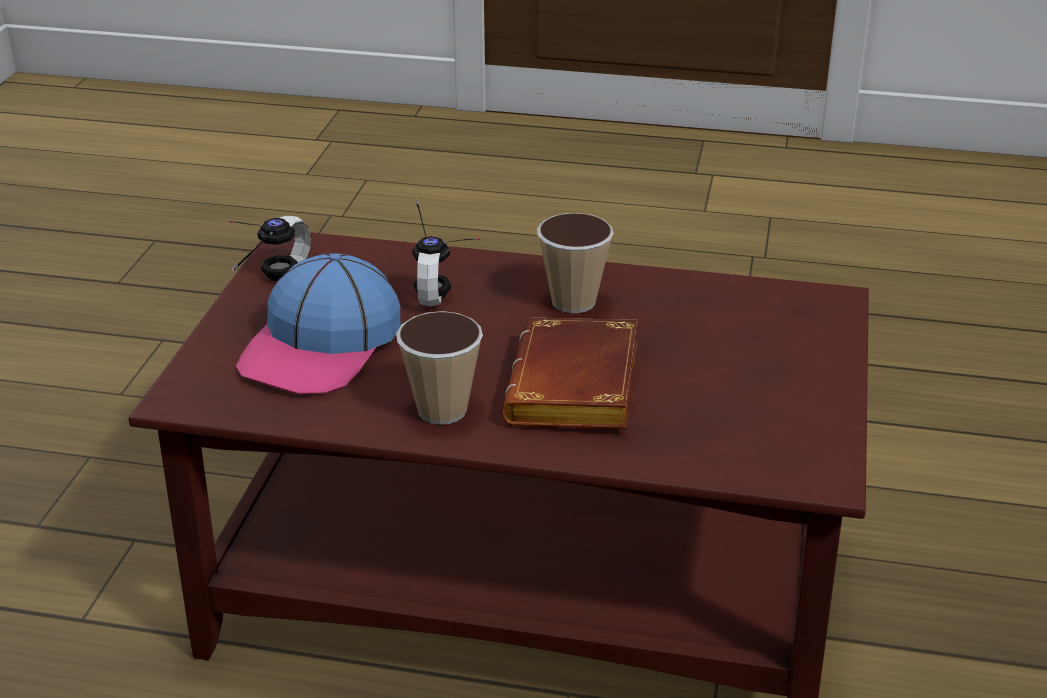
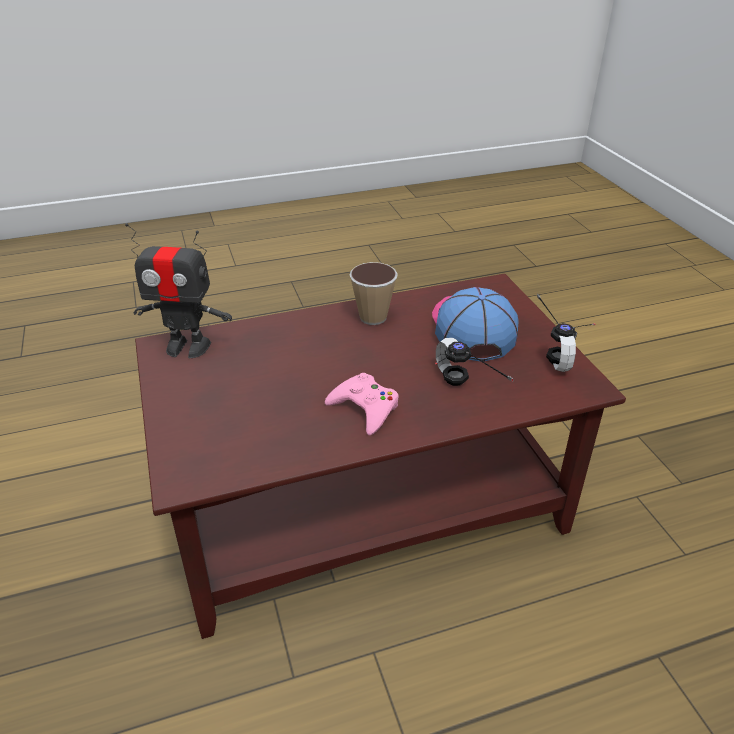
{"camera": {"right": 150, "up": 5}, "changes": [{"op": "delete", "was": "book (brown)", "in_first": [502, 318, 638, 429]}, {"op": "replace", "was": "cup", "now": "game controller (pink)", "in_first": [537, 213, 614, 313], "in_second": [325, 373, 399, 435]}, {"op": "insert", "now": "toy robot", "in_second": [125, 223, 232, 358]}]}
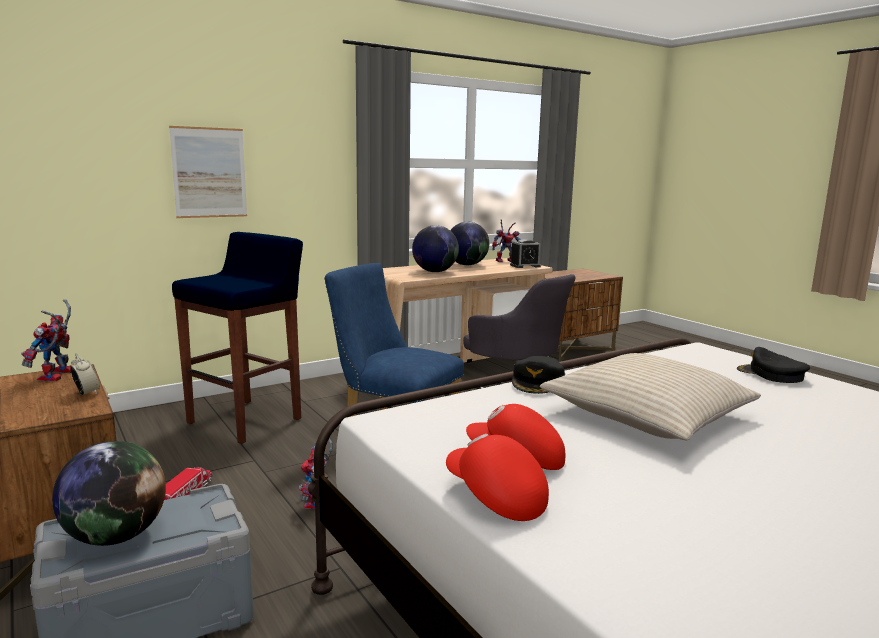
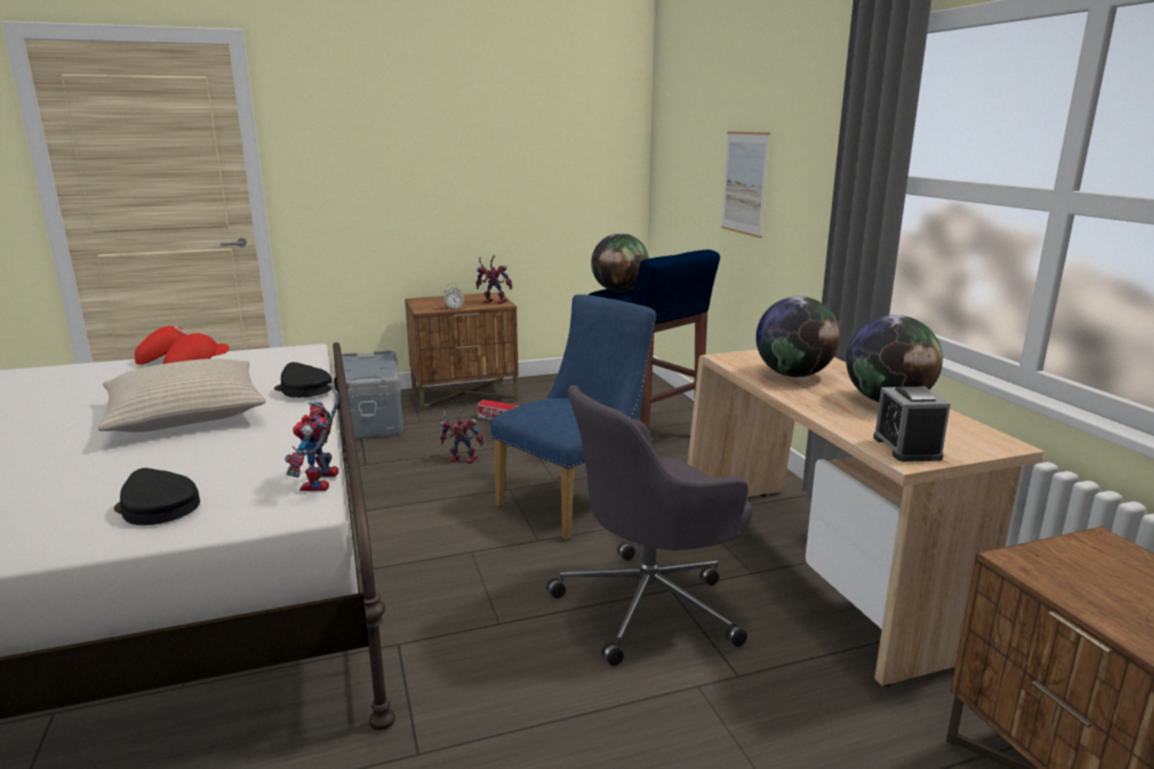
{"camera": {"right": 105, "up": 5}, "changes": [{"op": "move", "was": "globe", "in_first": [52, 441, 166, 546], "in_second": [591, 233, 649, 292]}, {"op": "move", "was": "toy robot", "in_first": [492, 219, 521, 262], "in_second": [285, 383, 339, 491]}, {"op": "rotate", "was": "cap (black)", "in_first": [736, 347, 810, 383], "in_second": [114, 468, 200, 525], "clockwise": -120}]}
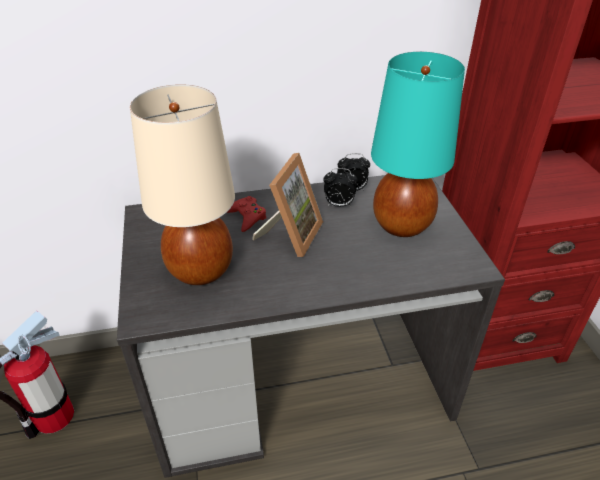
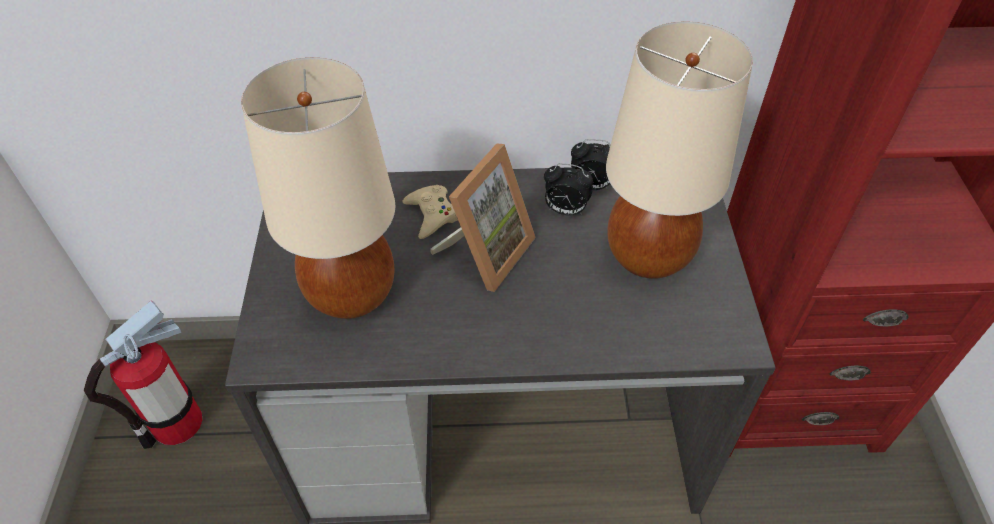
{"camera": {"right": 10, "up": 10}, "changes": [{"op": "recolor", "was": "game controller (red)", "now": "game controller (beige)", "in_first": [226, 196, 267, 232], "in_second": [402, 185, 458, 239]}, {"op": "recolor", "was": "table lamp (turquoise)", "now": "table lamp (beige)", "in_first": [371, 52, 465, 237], "in_second": [606, 21, 753, 279]}]}
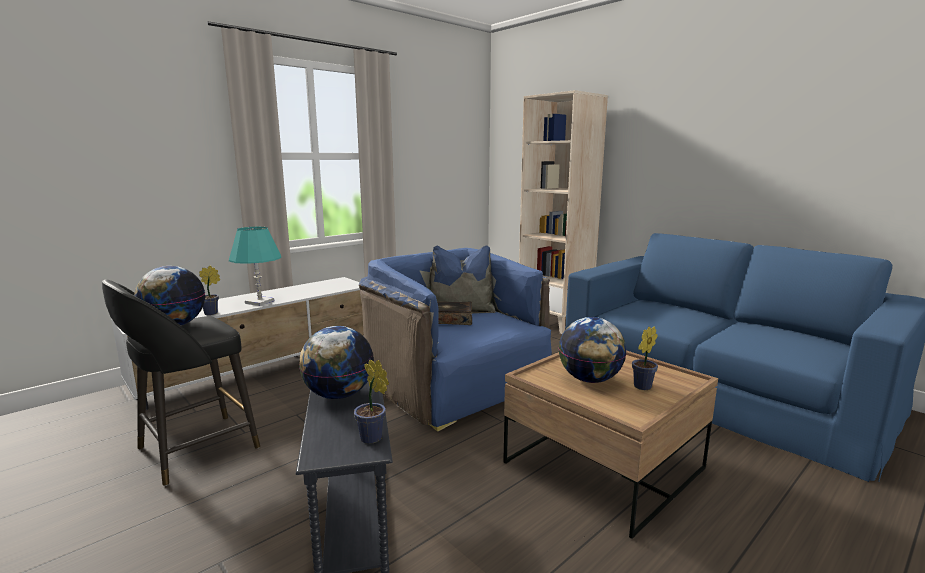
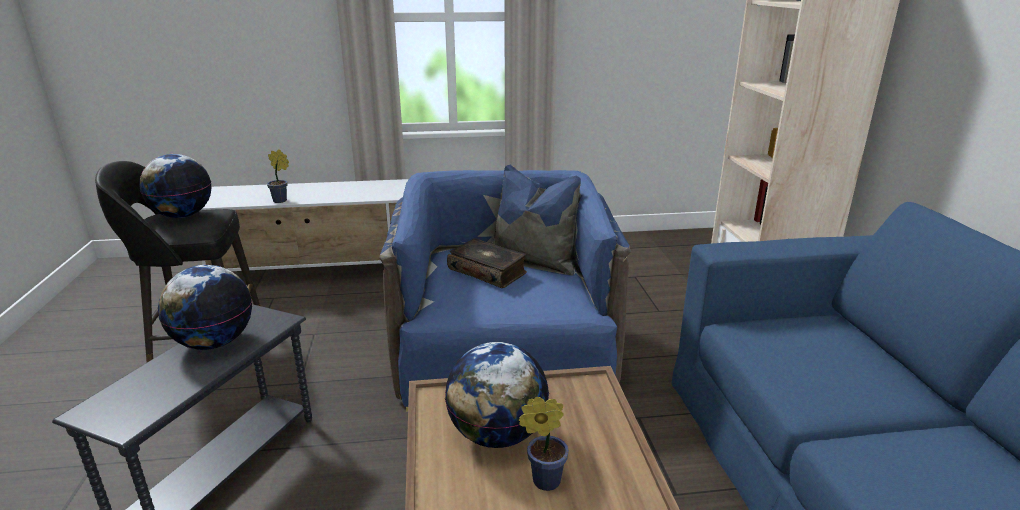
{"camera": {"right": 35, "up": 10}, "changes": [{"op": "delete", "was": "table lamp (turquoise)", "in_first": [229, 227, 281, 306]}, {"op": "delete", "was": "potted plant", "in_first": [354, 360, 389, 444]}]}
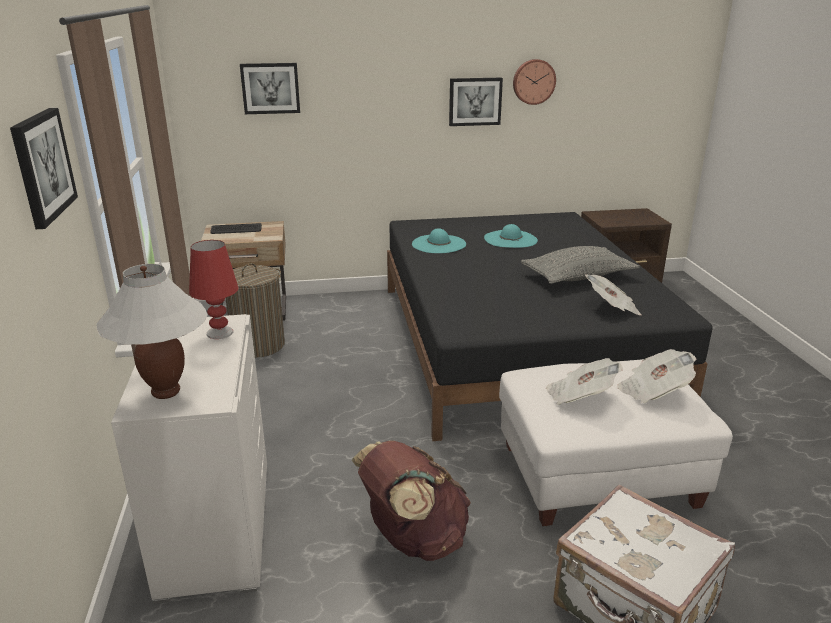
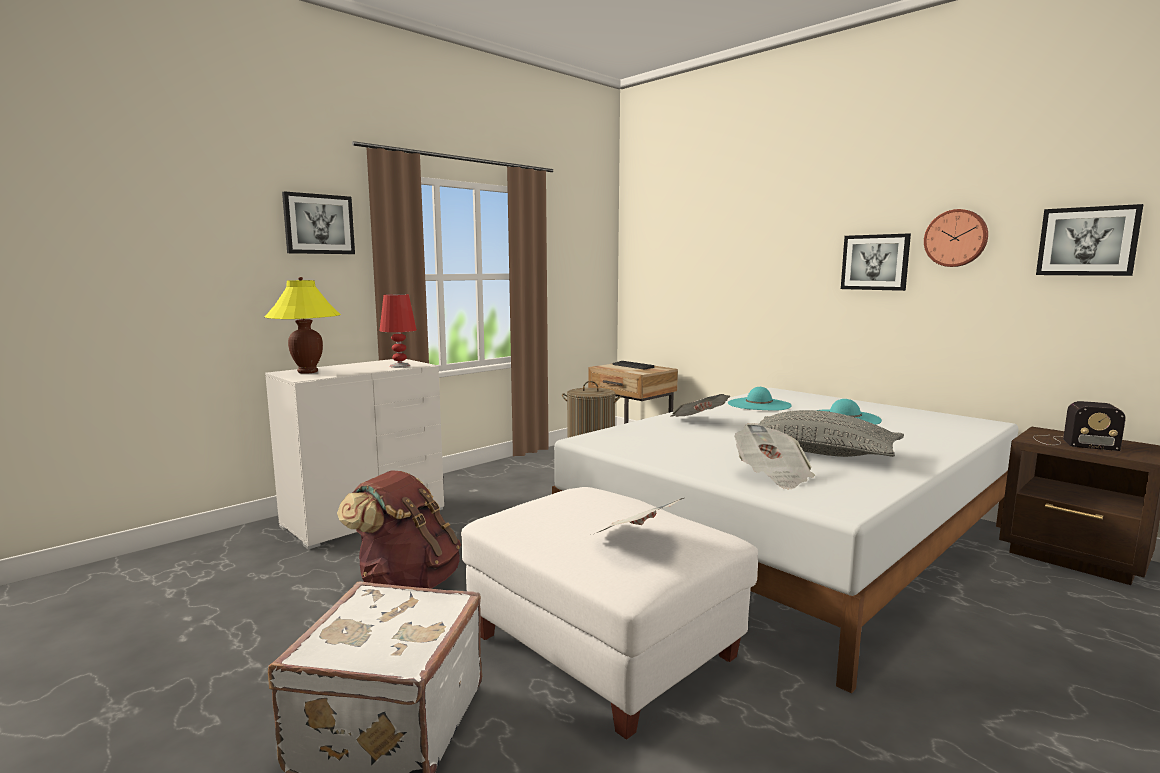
{"camera": {"right": 55, "up": -15}, "changes": [{"op": "recolor", "was": "table lamp (white)", "now": "table lamp (yellow)", "in_first": [96, 264, 208, 399], "in_second": [265, 277, 341, 374]}, {"op": "move", "was": "picture", "in_first": [240, 63, 300, 114], "in_second": [1036, 204, 1144, 276]}, {"op": "recolor", "was": "bed (black)", "now": "bed (white)", "in_first": [387, 212, 713, 441], "in_second": [552, 388, 1018, 693]}, {"op": "move", "was": "newspaper", "in_first": [546, 358, 623, 405], "in_second": [671, 394, 730, 417]}, {"op": "insert", "now": "radio", "in_second": [1033, 401, 1126, 451]}]}
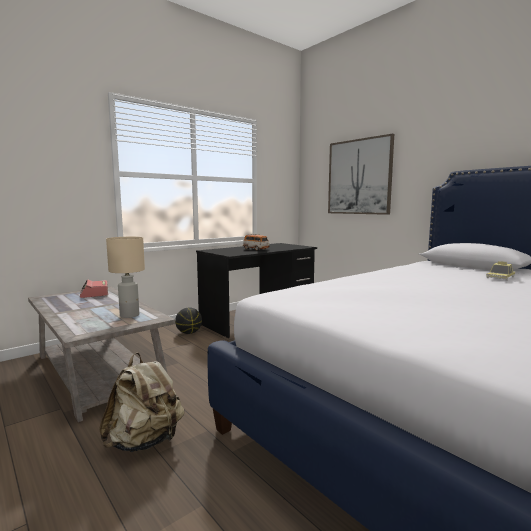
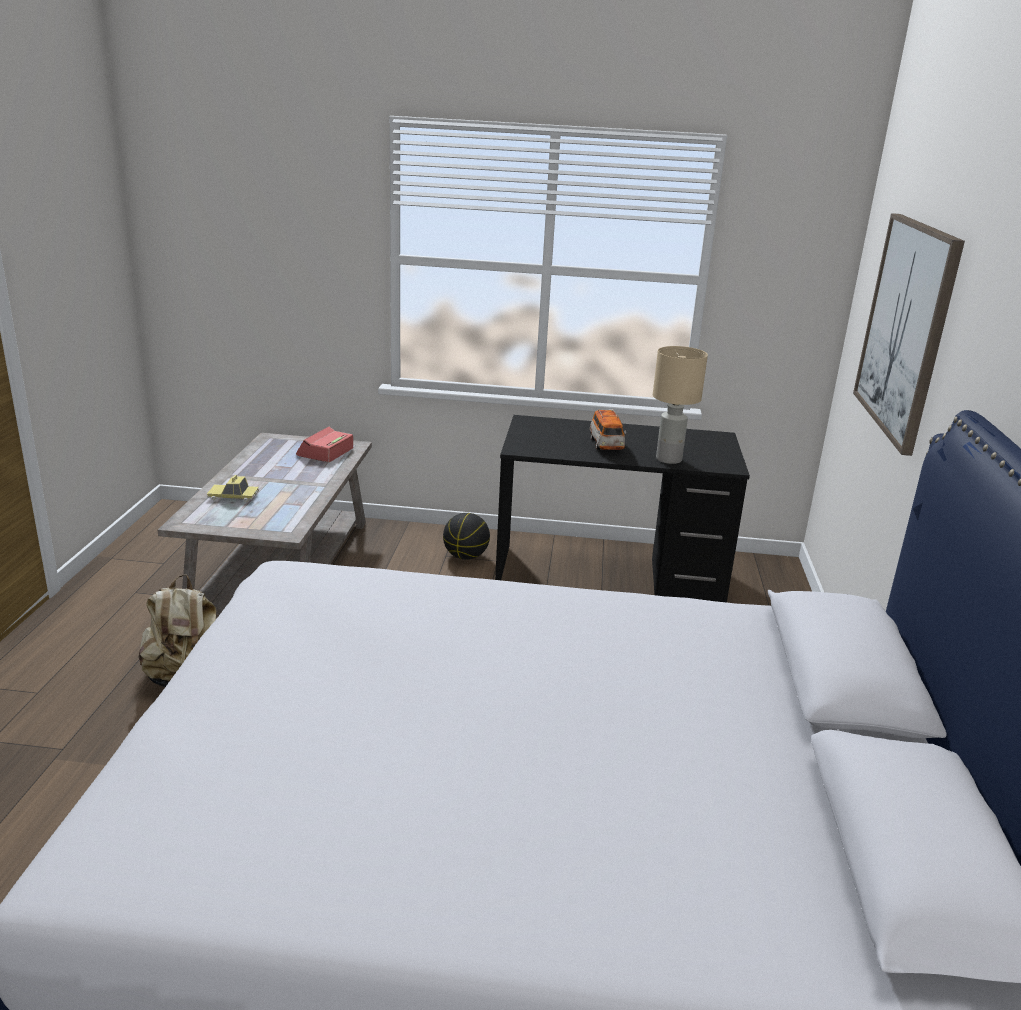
{"camera": {"right": 45, "up": 15}, "changes": [{"op": "move", "was": "table lamp (beige)", "in_first": [106, 237, 145, 318], "in_second": [653, 346, 708, 464]}, {"op": "move", "was": "toy car", "in_first": [486, 261, 515, 281], "in_second": [207, 475, 259, 502]}]}
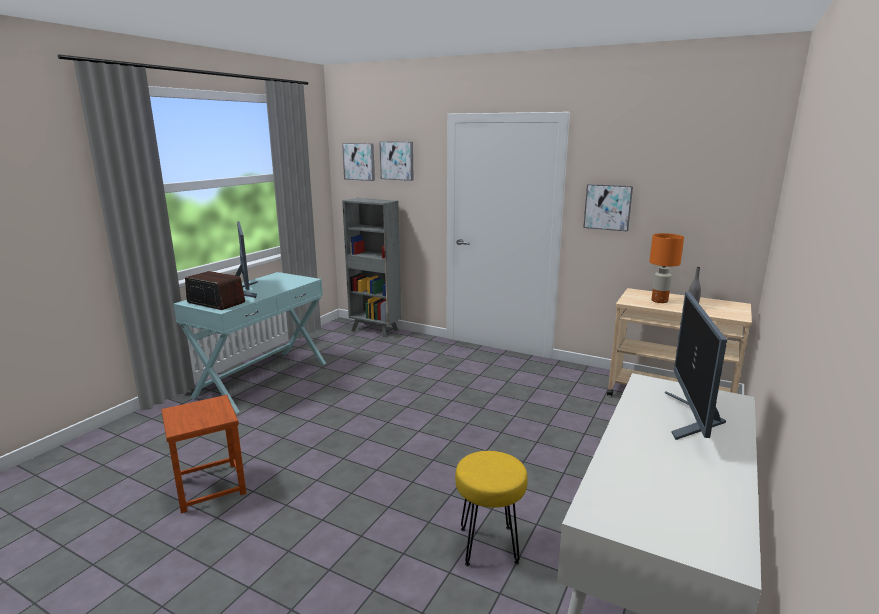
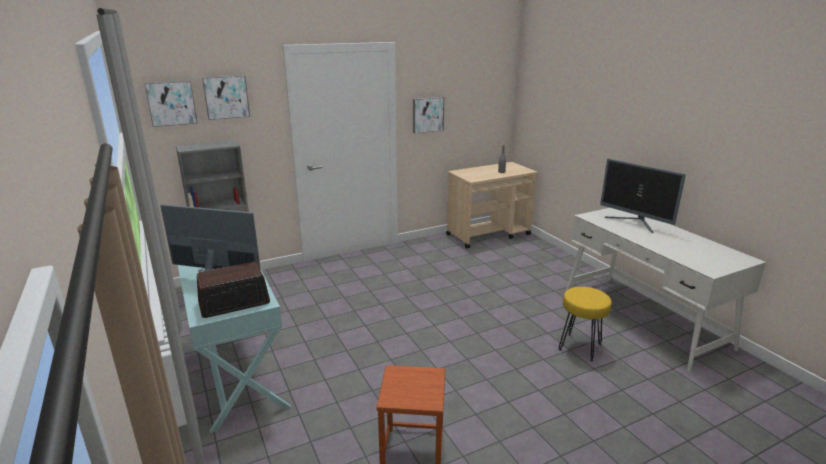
{"camera": {"right": -55, "up": 5}, "changes": [{"op": "delete", "was": "table lamp (orange)", "in_first": [649, 233, 684, 303]}]}
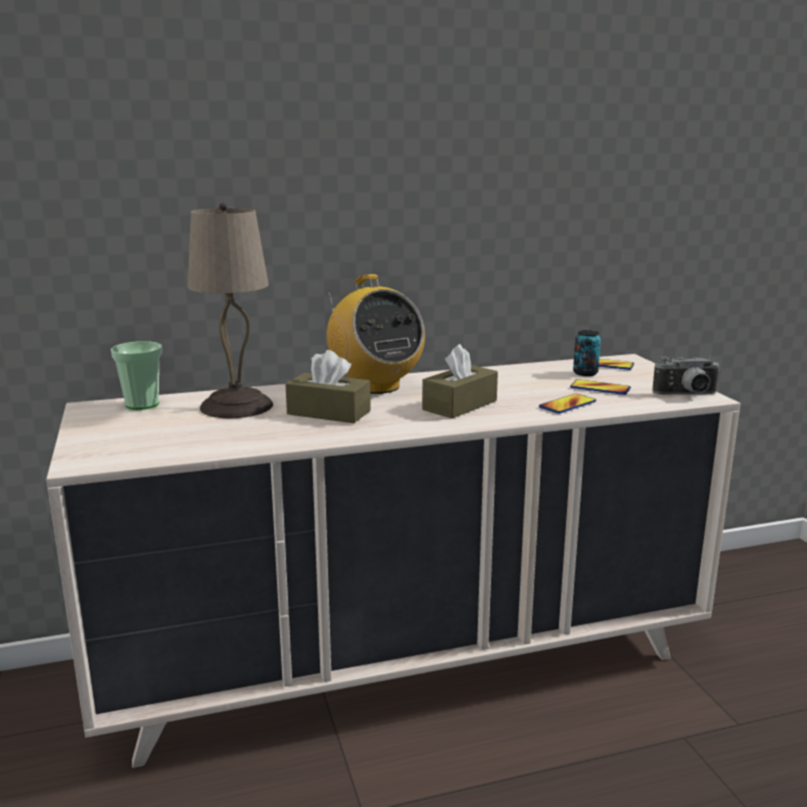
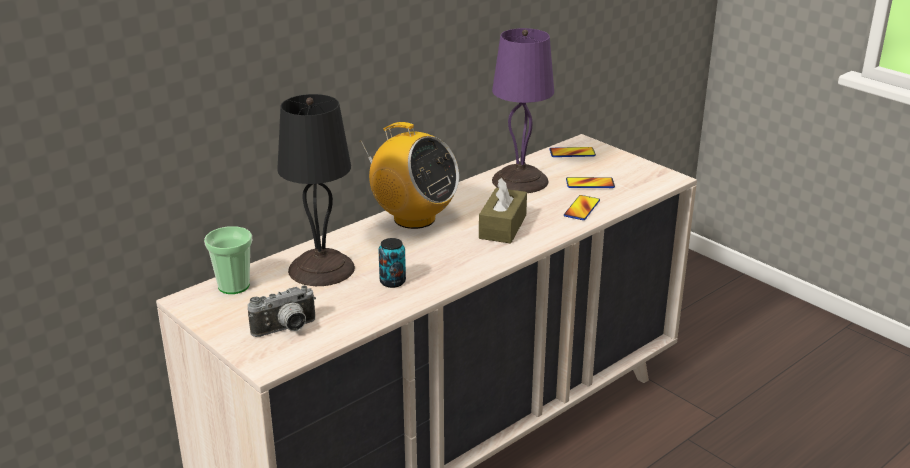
{"camera": {"right": -25, "up": 10}, "changes": [{"op": "recolor", "was": "table lamp (beige)", "now": "table lamp (black)", "in_first": [188, 203, 273, 418], "in_second": [277, 94, 355, 286]}, {"op": "delete", "was": "tissue box (brown)", "in_first": [285, 350, 371, 423]}, {"op": "move", "was": "can", "in_first": [573, 330, 601, 376], "in_second": [378, 238, 406, 288]}, {"op": "move", "was": "photo camera", "in_first": [652, 356, 721, 395], "in_second": [248, 285, 316, 337]}, {"op": "insert", "now": "table lamp (purple)", "in_second": [492, 28, 554, 193]}]}
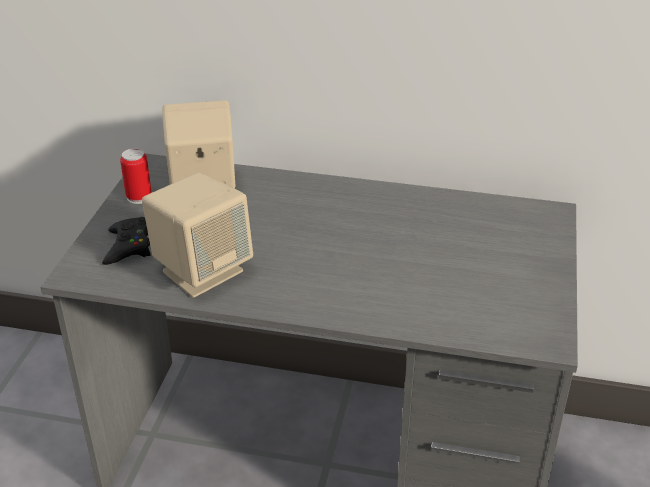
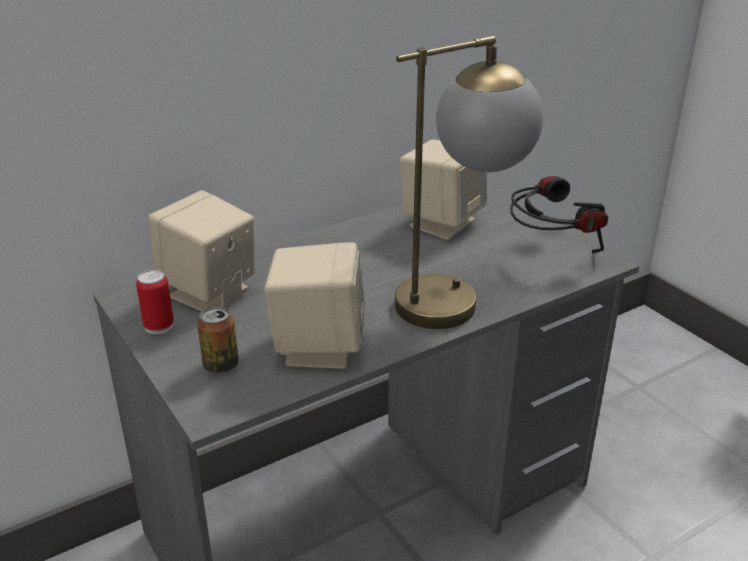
{"camera": {"right": -45, "up": -5}, "changes": [{"op": "replace", "was": "game controller (black)", "now": "can", "in_first": [102, 217, 151, 265], "in_second": [197, 306, 239, 373]}, {"op": "insert", "now": "table lamp", "in_second": [395, 36, 543, 329]}, {"op": "insert", "now": "speaker (beige)", "in_second": [399, 140, 487, 240]}, {"op": "insert", "now": "headphones", "in_second": [510, 176, 608, 254]}]}
